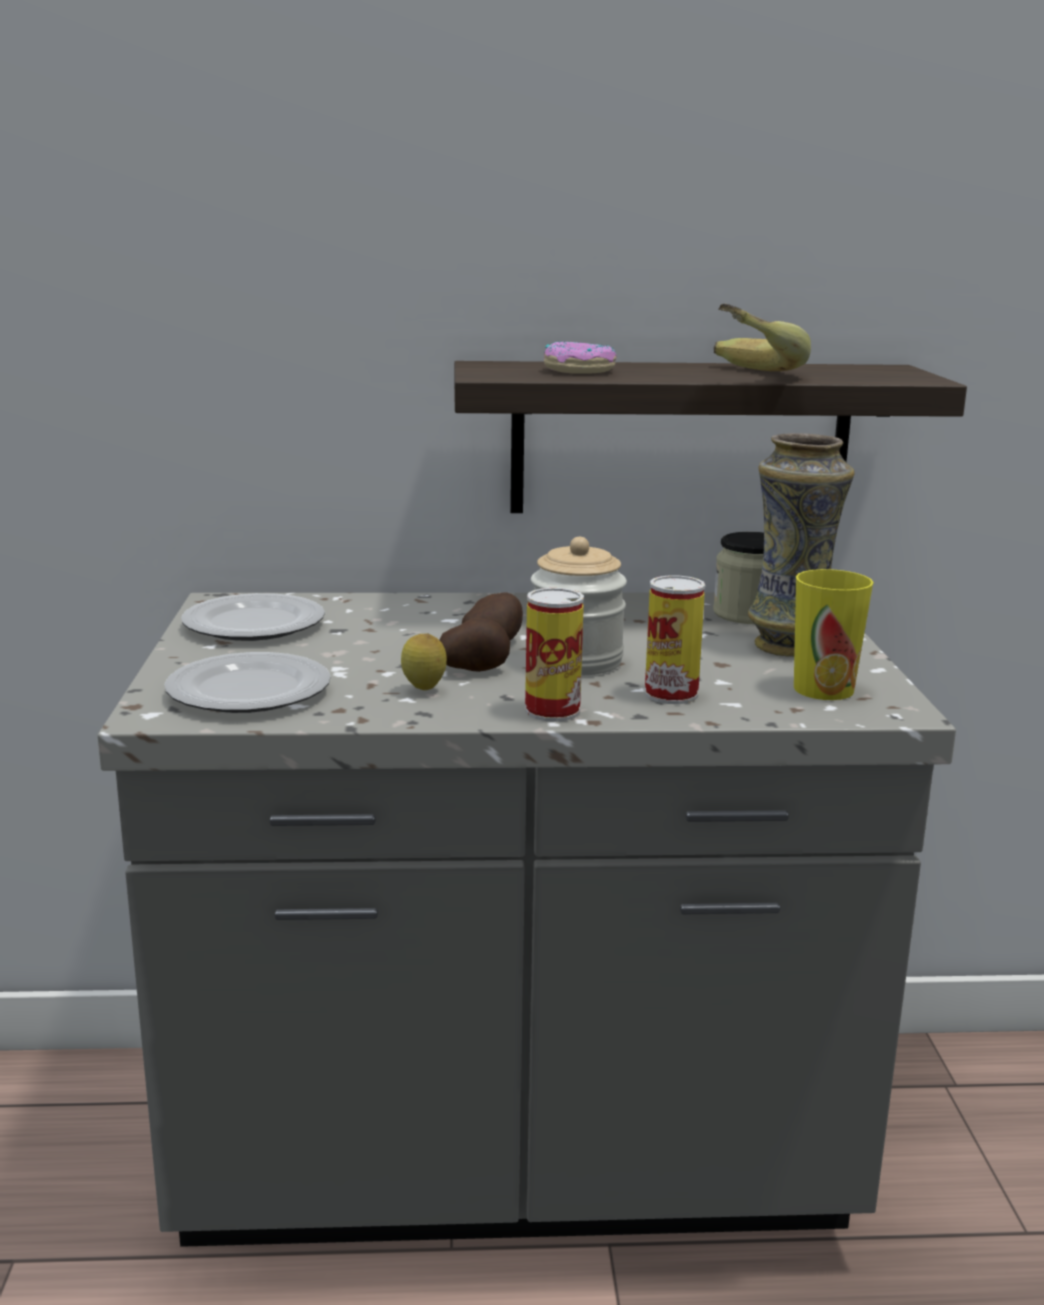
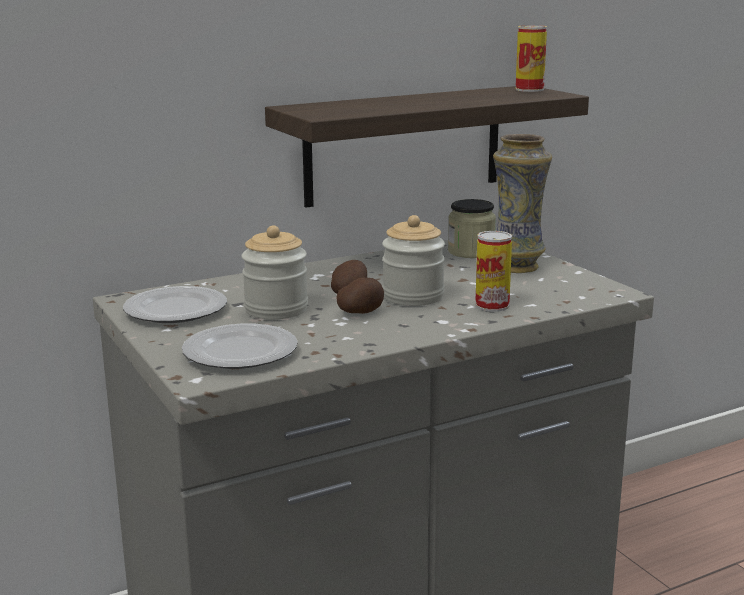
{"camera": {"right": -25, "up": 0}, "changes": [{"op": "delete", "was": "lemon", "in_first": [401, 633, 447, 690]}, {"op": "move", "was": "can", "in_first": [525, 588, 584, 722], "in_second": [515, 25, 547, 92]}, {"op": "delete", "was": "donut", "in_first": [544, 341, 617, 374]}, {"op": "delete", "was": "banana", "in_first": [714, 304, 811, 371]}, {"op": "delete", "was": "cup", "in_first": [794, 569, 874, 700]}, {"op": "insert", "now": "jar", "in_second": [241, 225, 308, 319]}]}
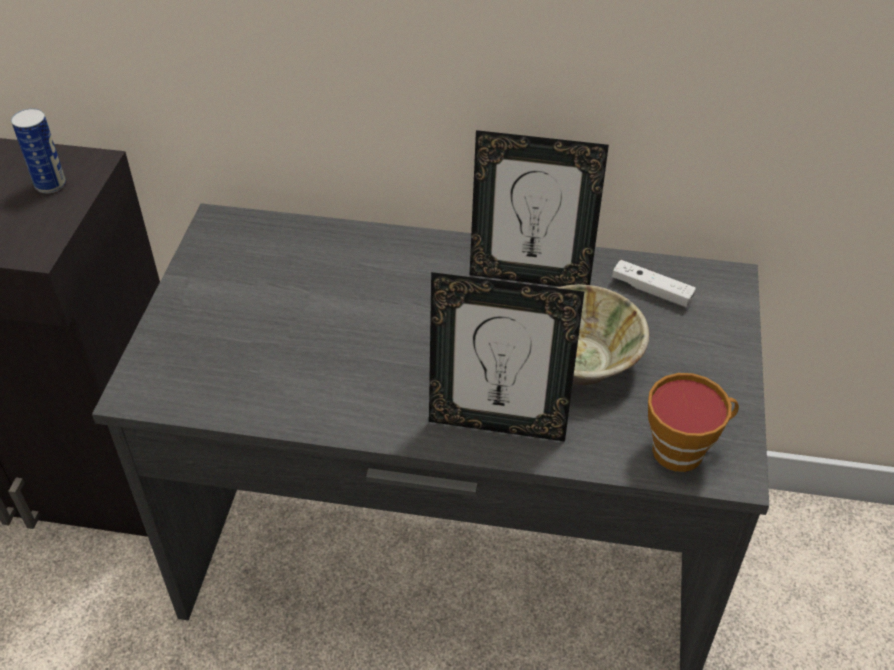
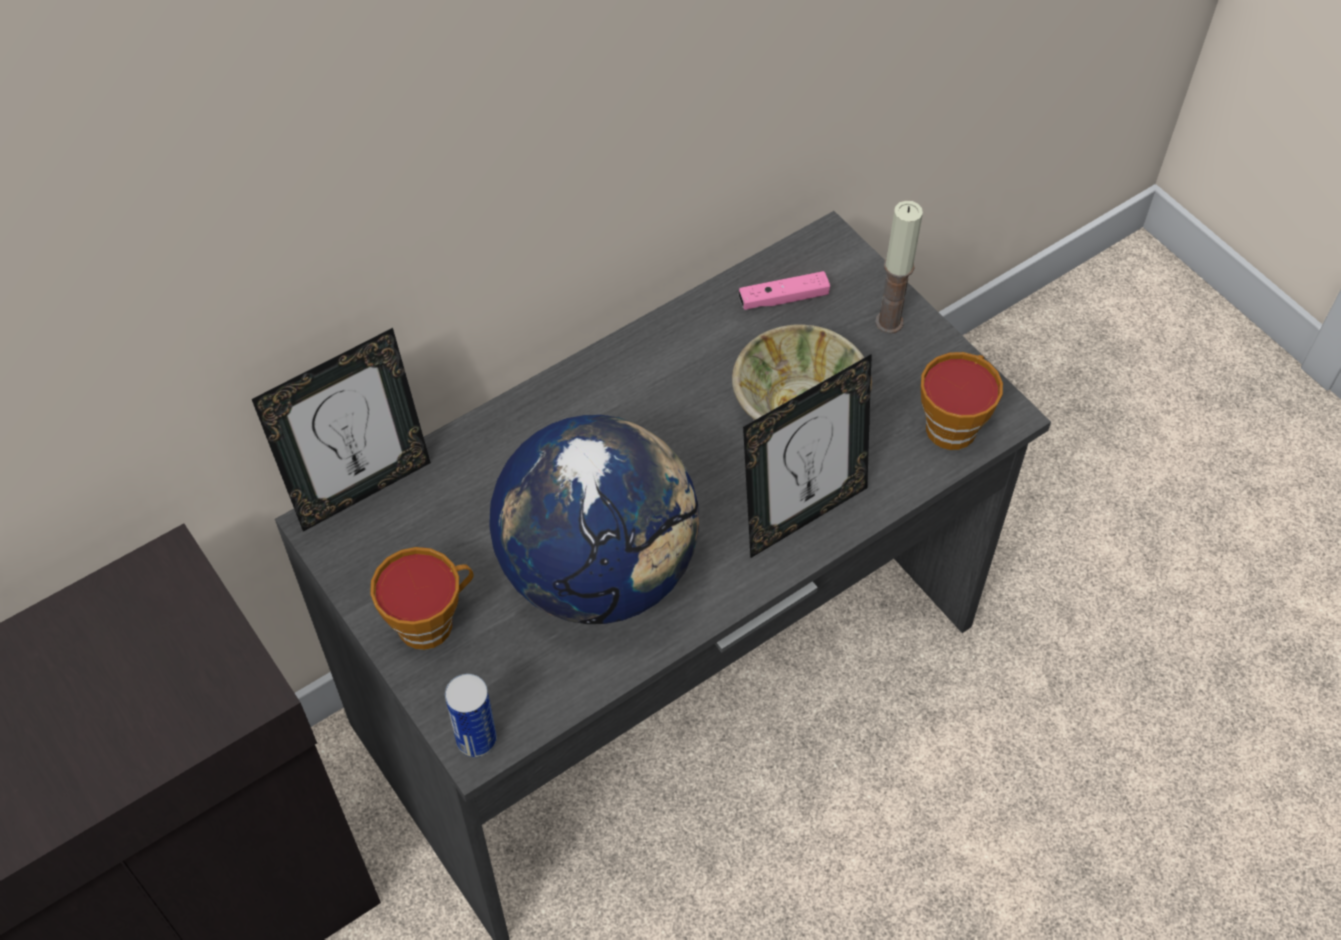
{"camera": {"right": -45, "up": 10}, "changes": [{"op": "move", "was": "can", "in_first": [11, 108, 66, 193], "in_second": [445, 674, 497, 757]}, {"op": "move", "was": "picture frame", "in_first": [470, 130, 609, 287], "in_second": [252, 328, 431, 532]}, {"op": "recolor", "was": "game controller (white)", "now": "game controller (pink)", "in_first": [612, 260, 696, 308], "in_second": [739, 271, 830, 310]}, {"op": "insert", "now": "cup", "in_second": [370, 547, 474, 650]}, {"op": "insert", "now": "globe", "in_second": [489, 415, 699, 624]}, {"op": "insert", "now": "candle", "in_second": [875, 201, 923, 334]}]}
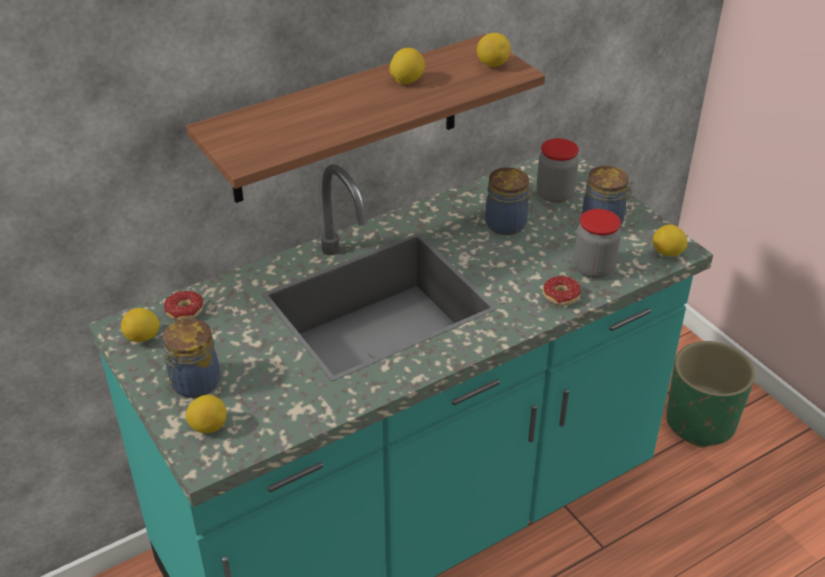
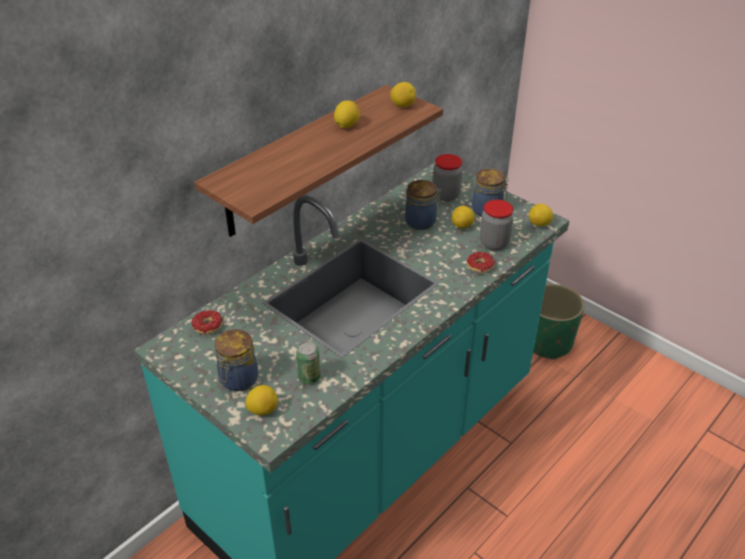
{"camera": {"right": -15, "up": 0}, "changes": [{"op": "move", "was": "lemon", "in_first": [121, 308, 160, 342], "in_second": [452, 206, 475, 228]}, {"op": "insert", "now": "can", "in_second": [296, 341, 321, 384]}]}
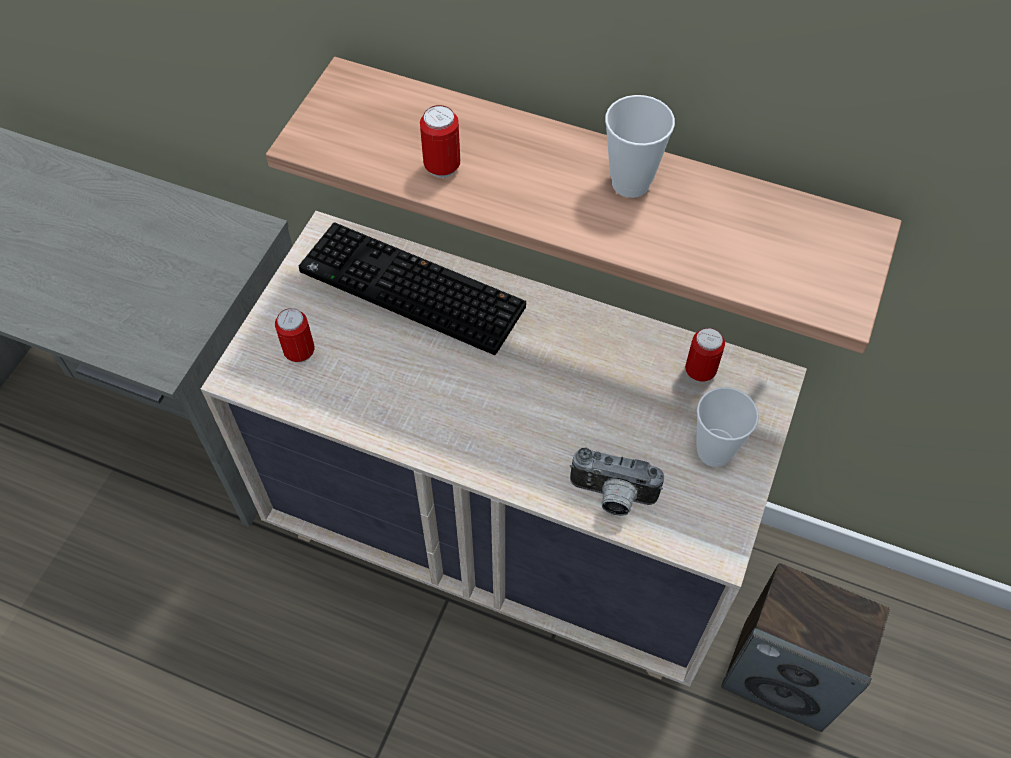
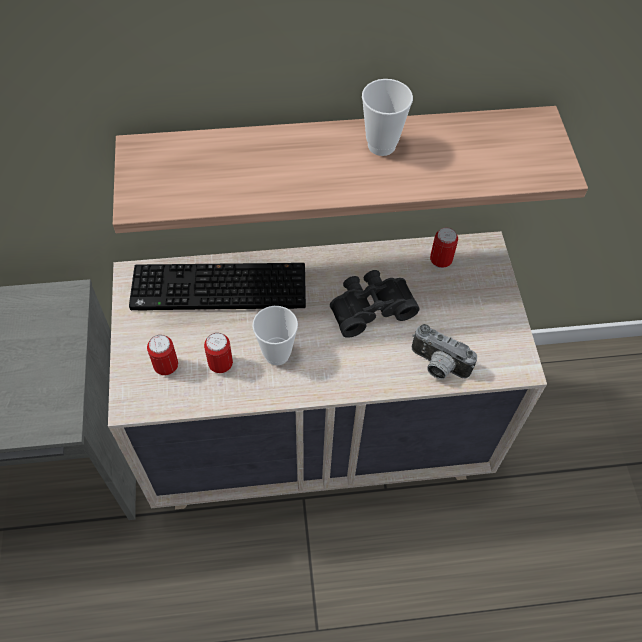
{"camera": {"right": -30, "up": 0}, "changes": [{"op": "move", "was": "can", "in_first": [420, 105, 460, 178], "in_second": [204, 333, 233, 373]}, {"op": "rotate", "was": "photo camera", "in_first": [570, 448, 664, 516], "in_second": [412, 324, 477, 379], "clockwise": 45}, {"op": "move", "was": "cup", "in_first": [696, 387, 759, 467], "in_second": [252, 306, 298, 365]}, {"op": "delete", "was": "speaker", "in_first": [721, 563, 890, 732]}, {"op": "insert", "now": "binoculars (black)", "in_second": [330, 270, 420, 338]}]}
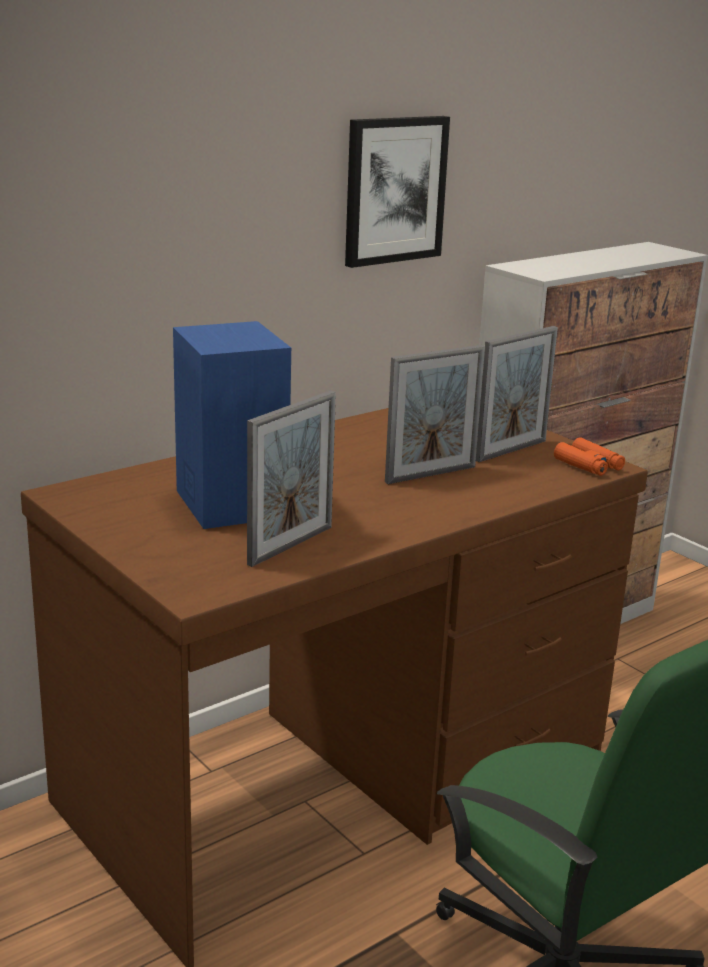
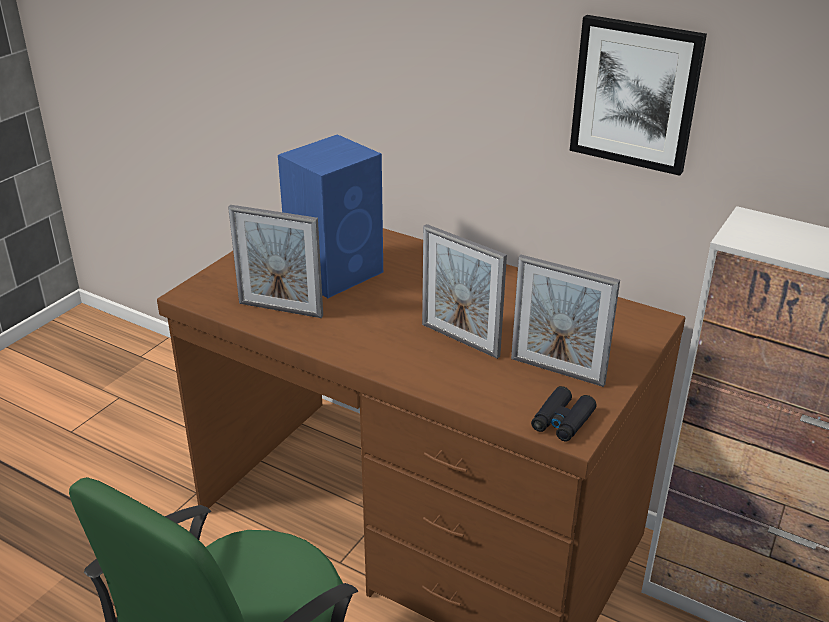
{"camera": {"right": 70, "up": 10}, "changes": [{"op": "recolor", "was": "binoculars (orange)", "now": "binoculars (black)", "in_first": [554, 437, 625, 476], "in_second": [531, 386, 596, 441]}]}
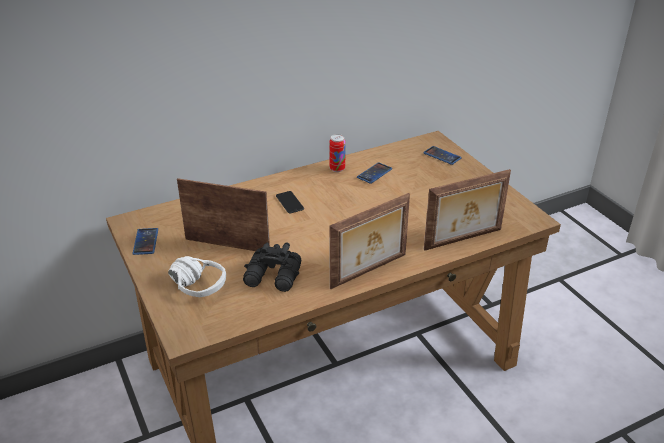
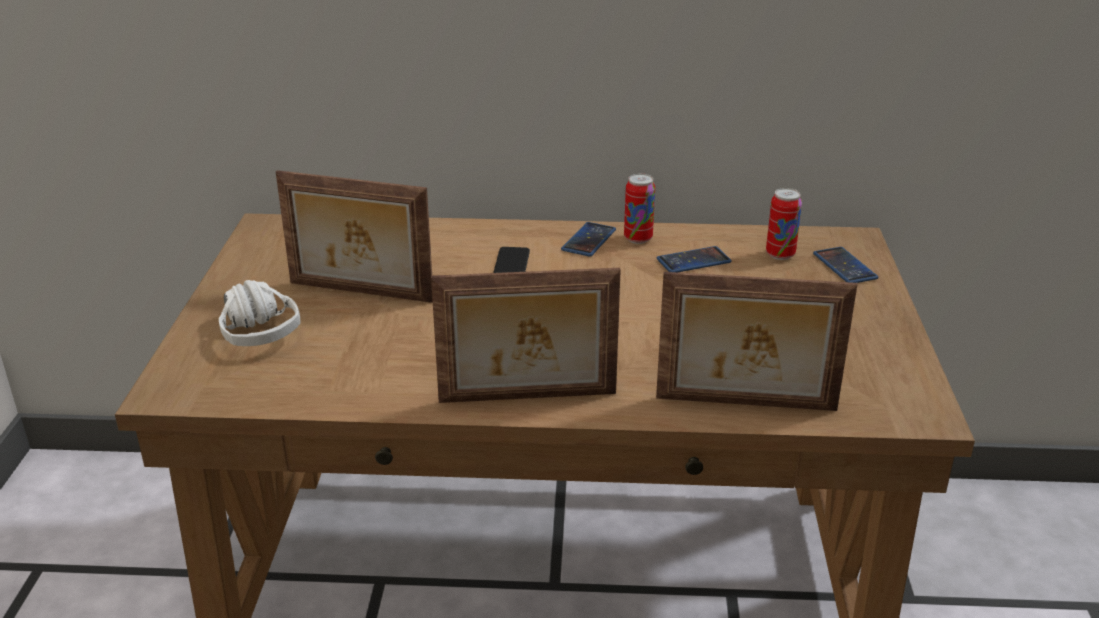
{"camera": {"right": 30, "up": -5}, "changes": [{"op": "move", "was": "phone", "in_first": [132, 228, 158, 255], "in_second": [561, 222, 616, 257]}, {"op": "rotate", "was": "picture frame", "in_first": [177, 178, 270, 251], "in_second": [276, 170, 433, 303], "clockwise": 150}, {"op": "delete", "was": "binoculars (black)", "in_first": [243, 242, 301, 292]}, {"op": "insert", "now": "can", "in_second": [766, 188, 802, 260]}]}
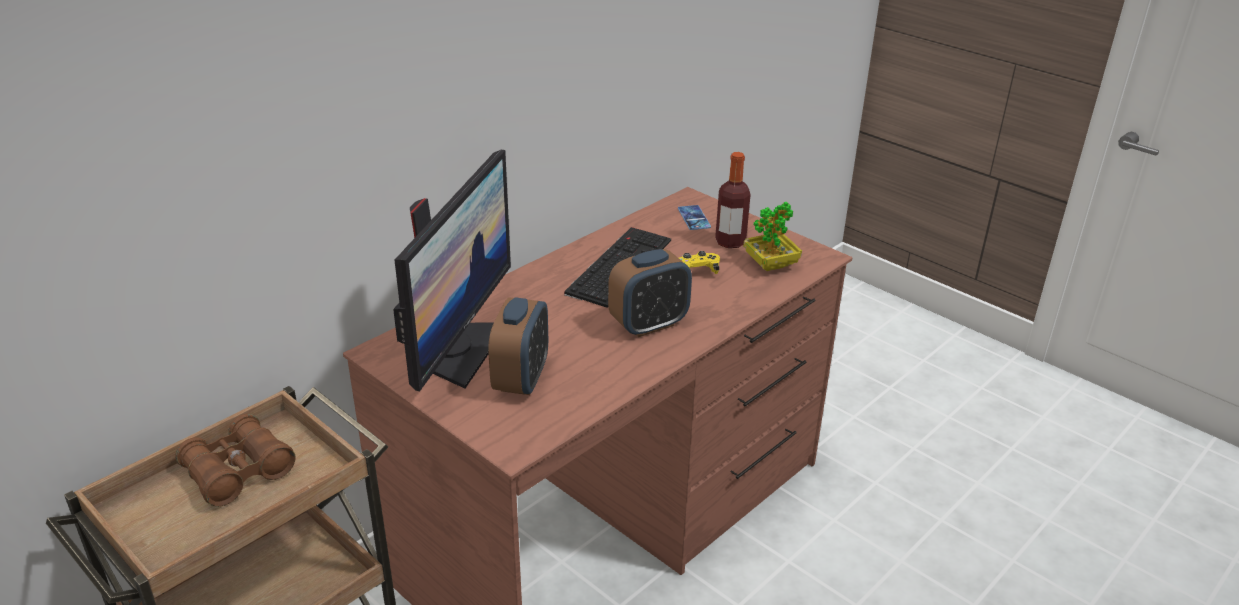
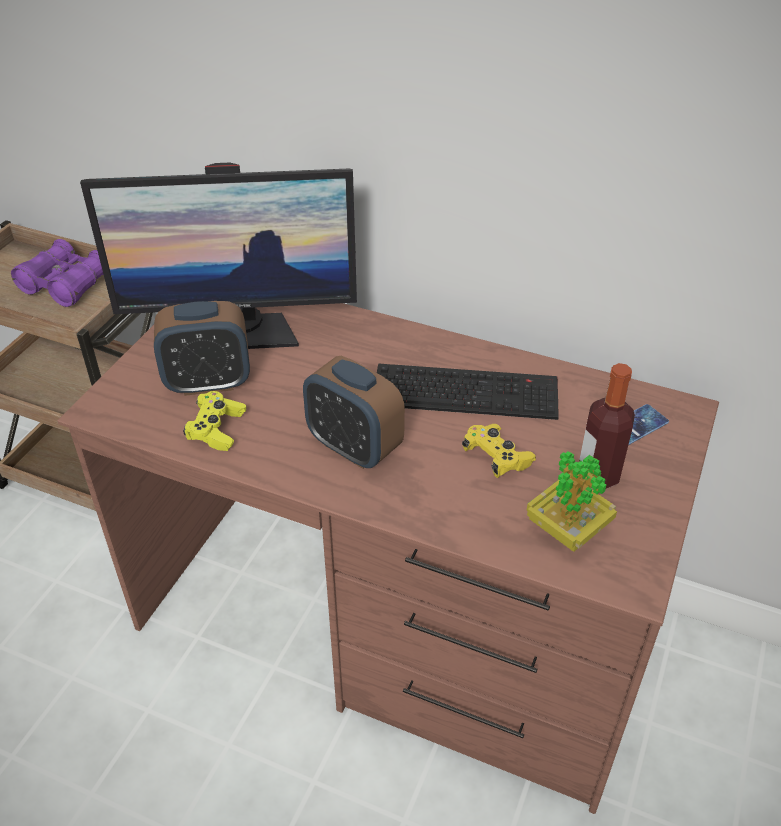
{"camera": {"right": 70, "up": 10}, "changes": [{"op": "recolor", "was": "binoculars (brown)", "now": "binoculars (purple)", "in_first": [175, 414, 296, 507], "in_second": [11, 239, 104, 307]}, {"op": "insert", "now": "game controller (yellow)", "in_second": [183, 391, 246, 451]}]}
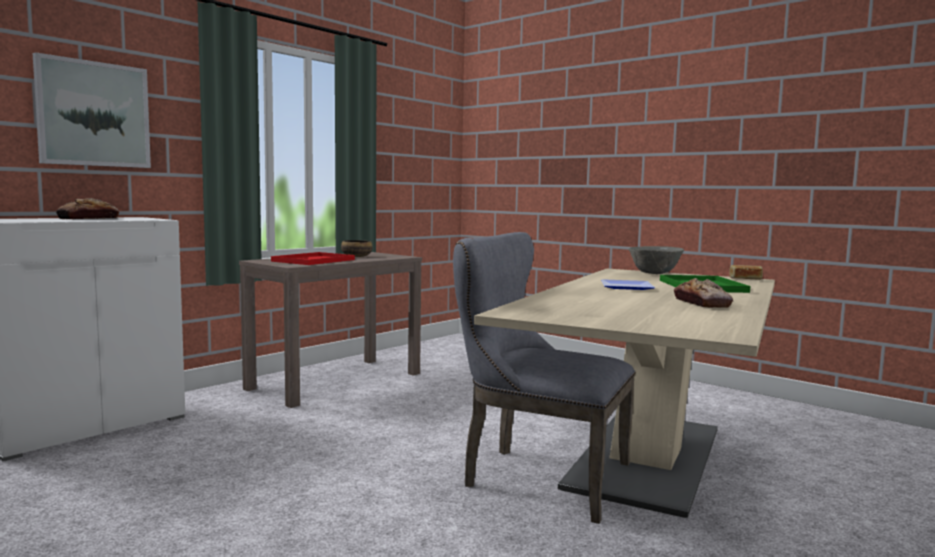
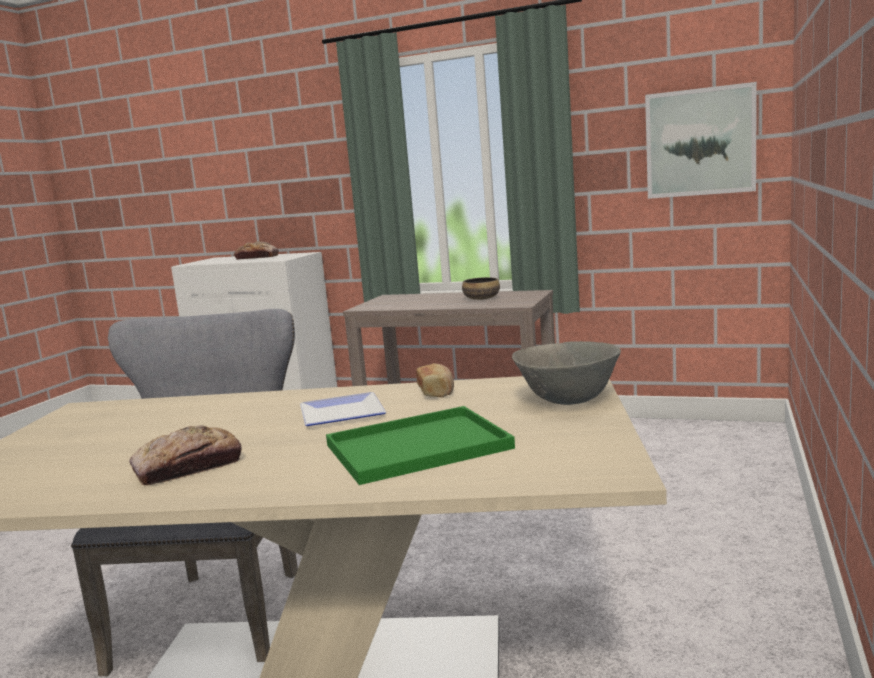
{"camera": {"right": 70, "up": 5}, "changes": [{"op": "move", "was": "picture", "in_first": [33, 52, 151, 168], "in_second": [645, 82, 757, 199]}, {"op": "delete", "was": "tray (red)", "in_first": [271, 252, 355, 265]}, {"op": "move", "was": "bread", "in_first": [729, 265, 763, 280], "in_second": [416, 363, 454, 397]}]}
